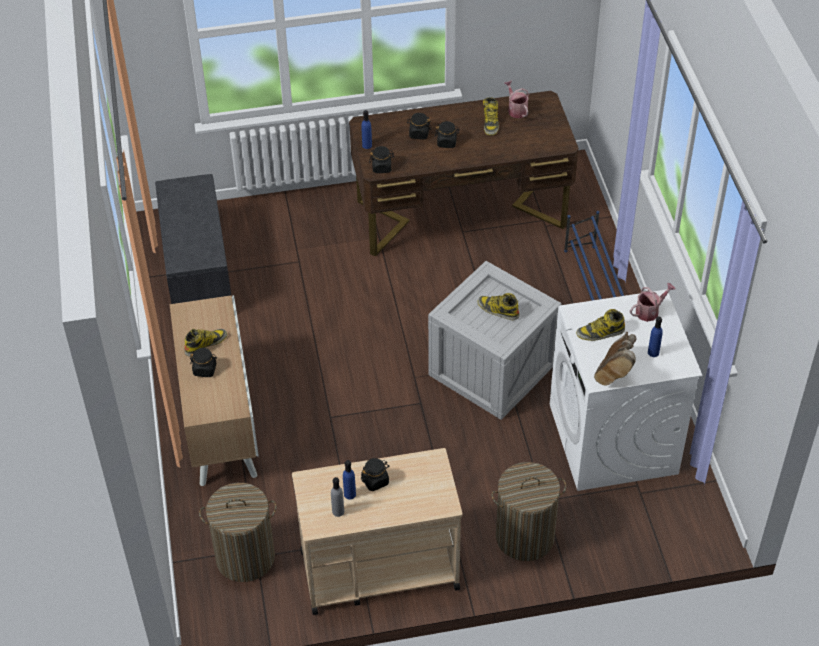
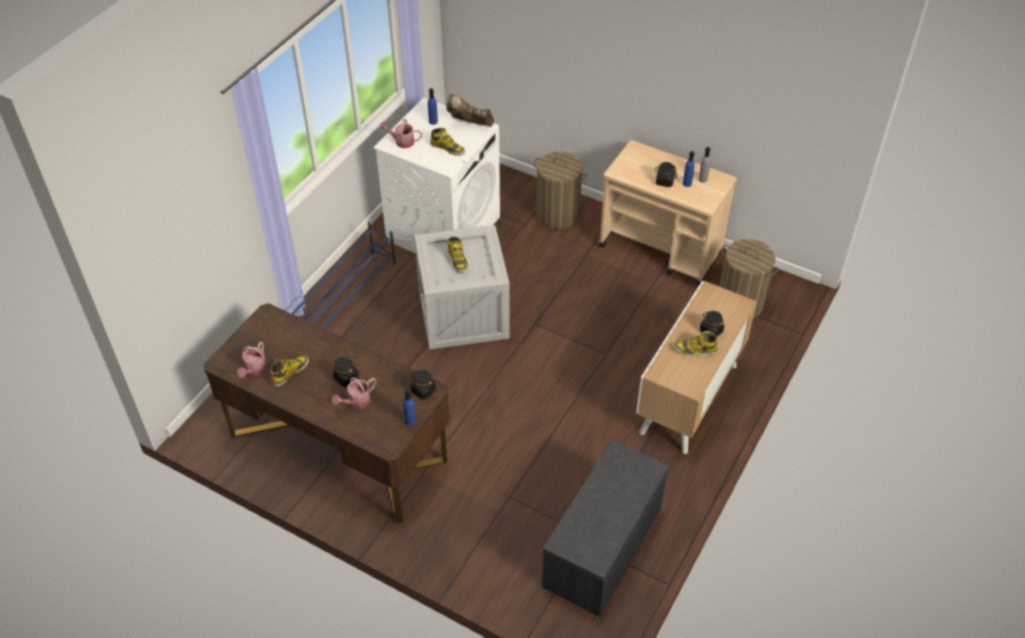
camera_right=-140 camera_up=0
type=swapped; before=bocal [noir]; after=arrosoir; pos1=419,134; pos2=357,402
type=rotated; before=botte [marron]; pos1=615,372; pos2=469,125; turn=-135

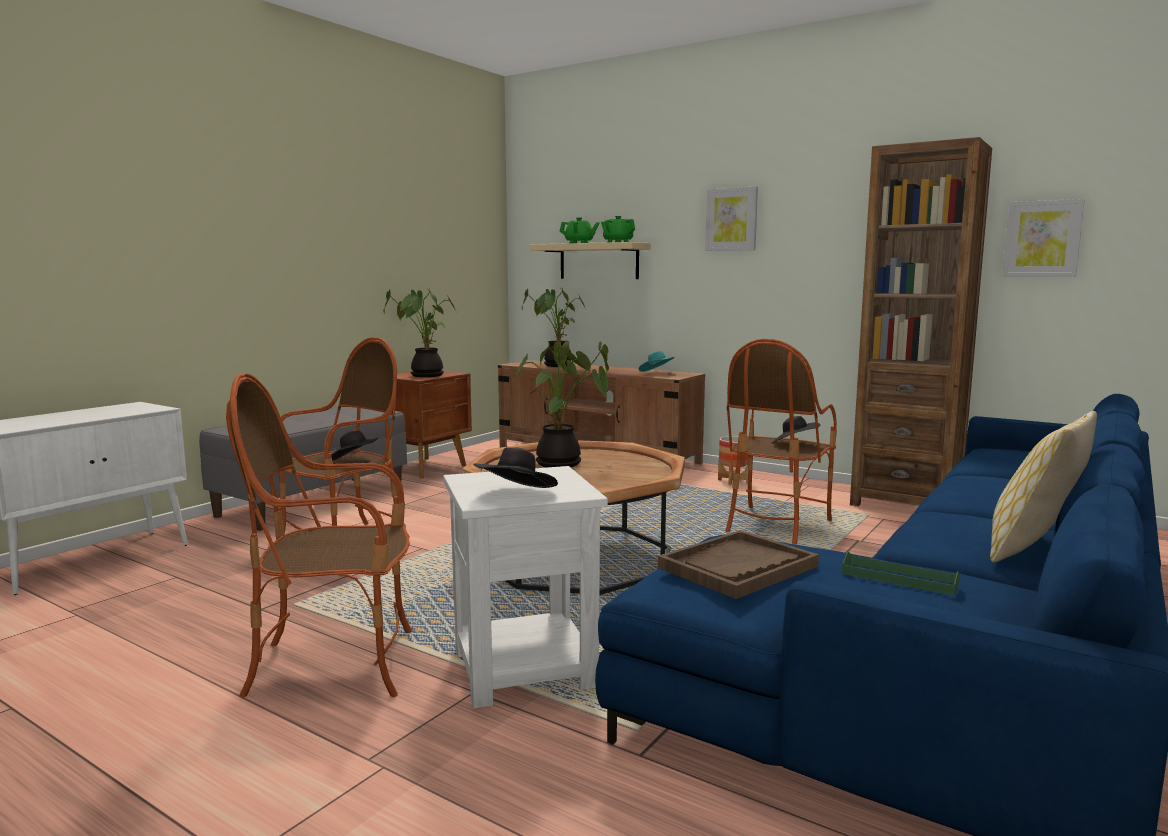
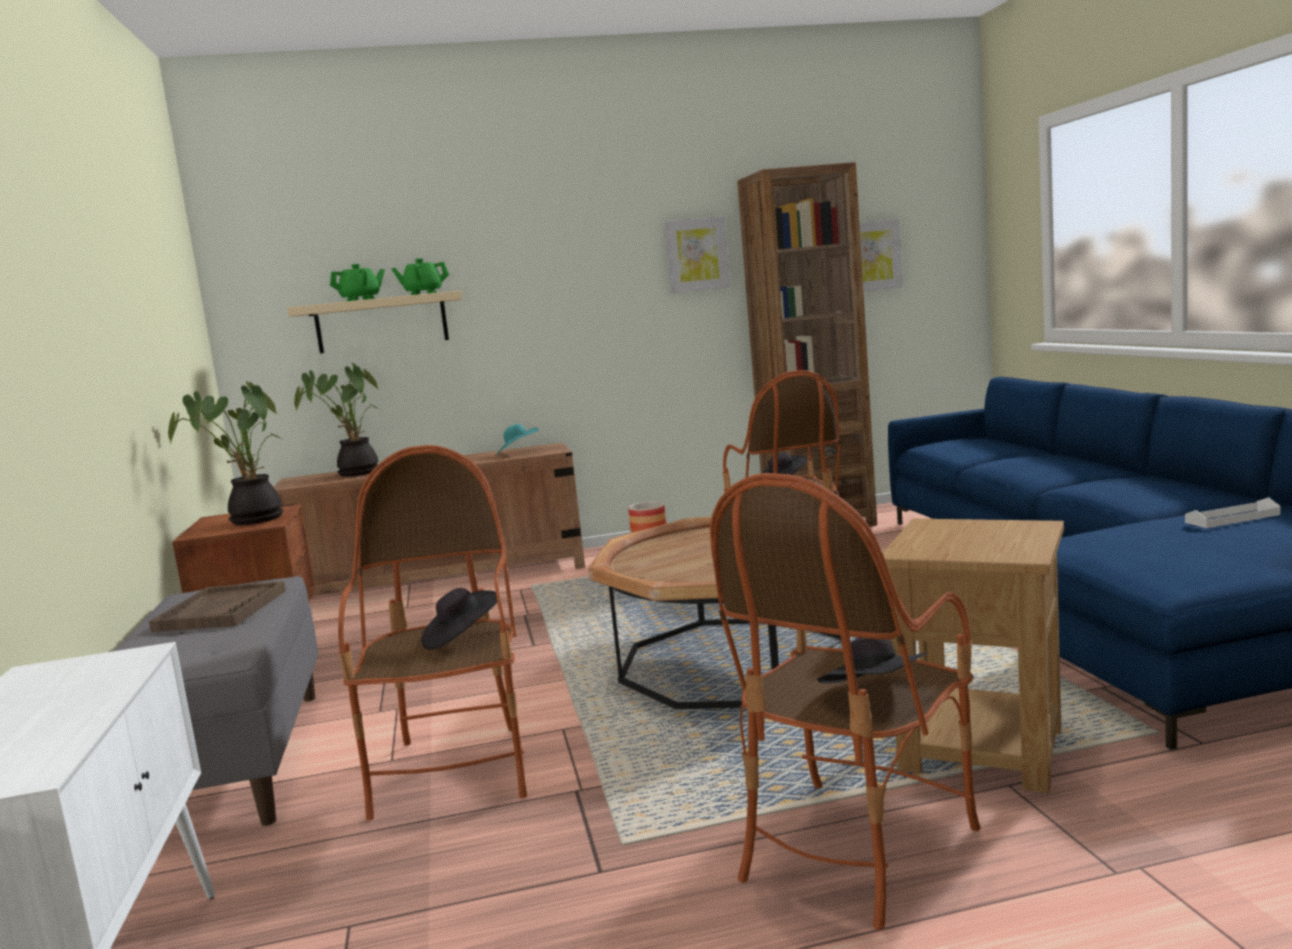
camera_right=-45 camera_up=0
type=shifted; before=plateau [marron]; pos1=738,567; pos2=221,610
type=shifted; before=tableau; pos1=731,219; pos2=697,255
type=shifted; before=chapeau [noir]; pos1=516,496; pos2=875,696
type=repainted; before=table d'appoint [blanc]; after=table d'appoint [marron]; pos1=522,669; pos2=982,751
type=repainted; before=plateau [vert]; after=plateau [blanc]; pos1=899,578; pos2=1232,518
type=gone; before=plante en pot; pos1=562,464
type=gone; before=coussin; pos1=1034,550

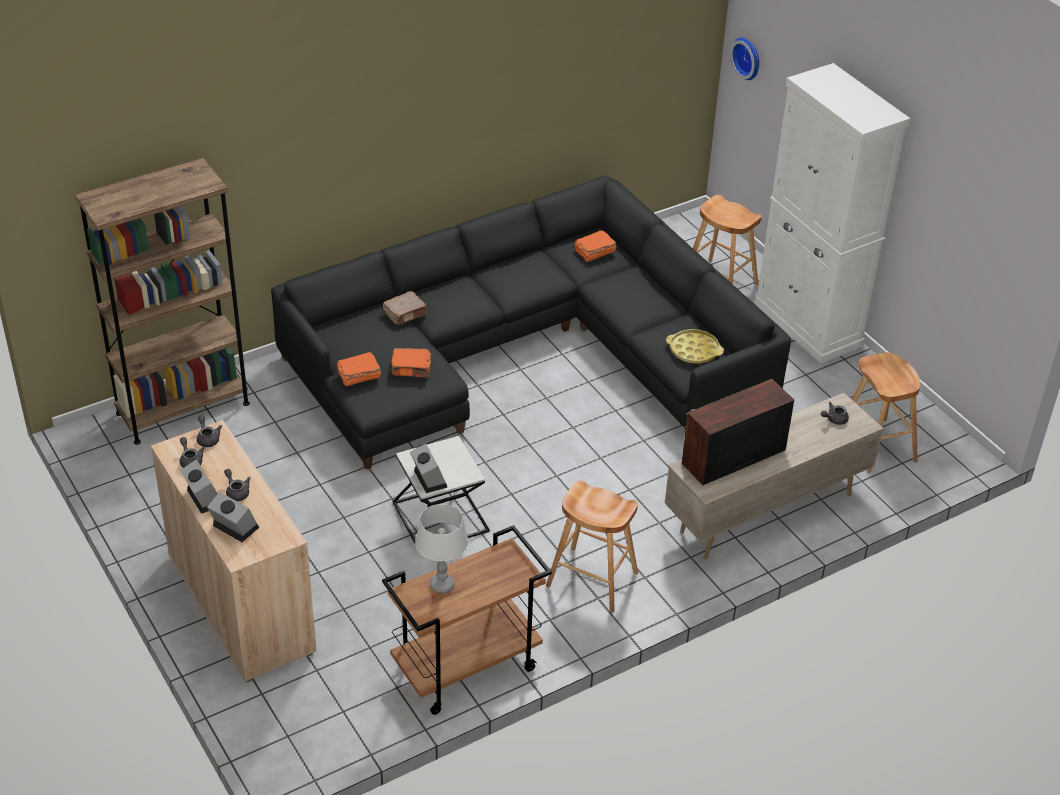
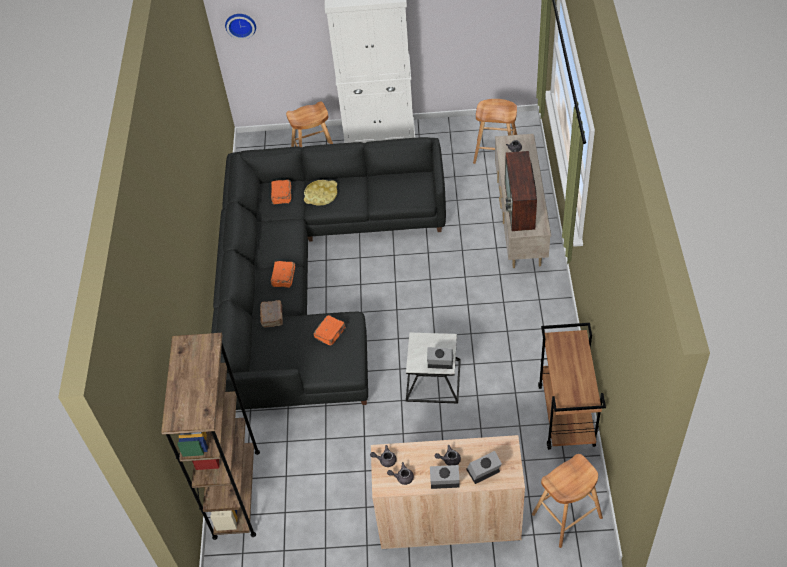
camera_right=-55 camera_up=10
type=shifted; before=livre [orange]; pos1=358,375; pos2=283,278
type=shifted; before=plateau [jaune]; pos1=694,350; pos2=321,195
type=shifted; before=tabouret [marron]; pos1=592,579; pos2=567,515
type=gone; before=lampe de table [gris]; pos1=442,585

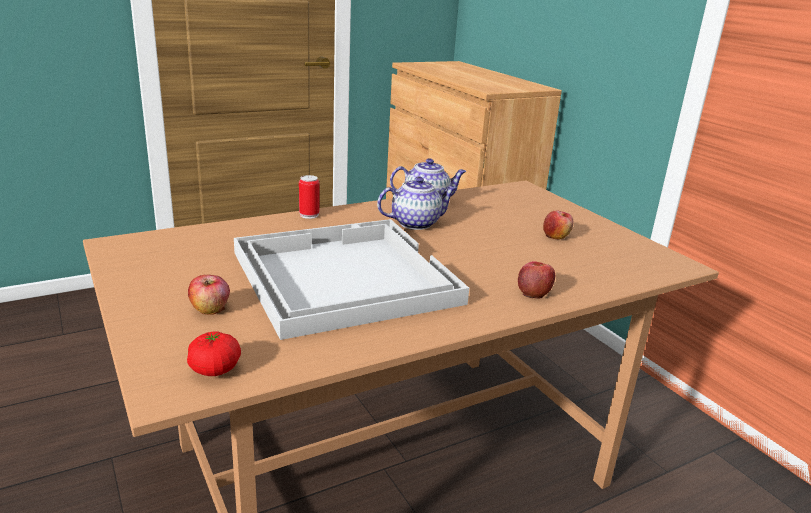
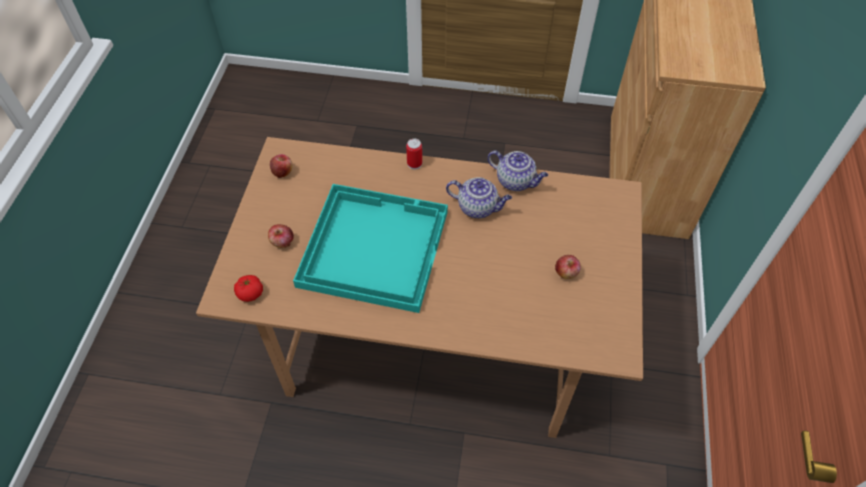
camera_right=40 camera_up=30
type=shifted; before=pomme; pos1=534,292; pos2=282,172
type=repainted; before=plateau [blanc]; after=plateau [turquoise]; pos1=341,277; pos2=373,247

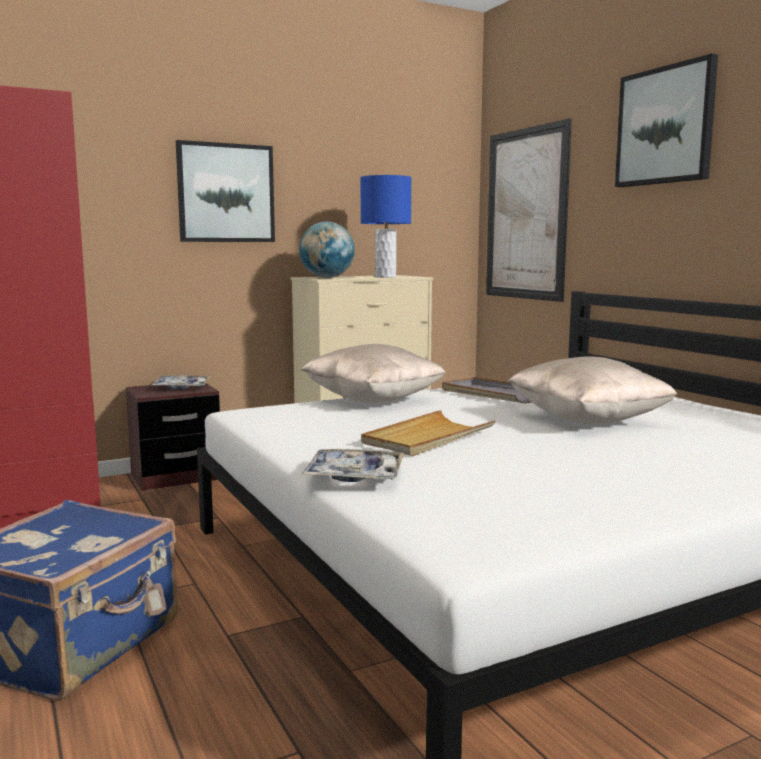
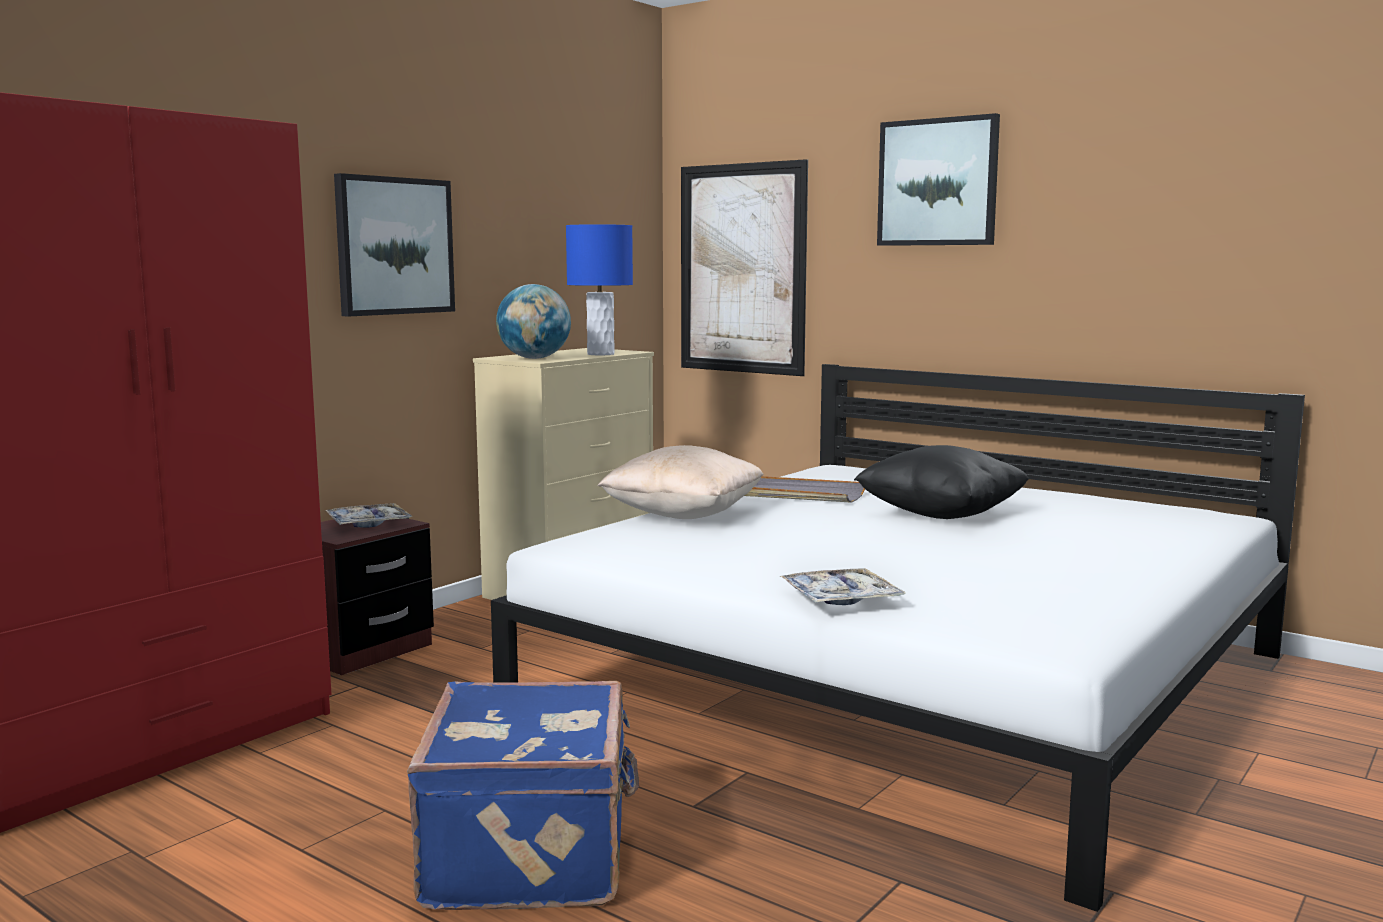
camera_right=-25 camera_up=0
type=repainted; before=coussin [beige]; after=coussin [noir]; pos1=587,420; pos2=941,515
type=gone; before=plateau [beige]; pos1=428,438

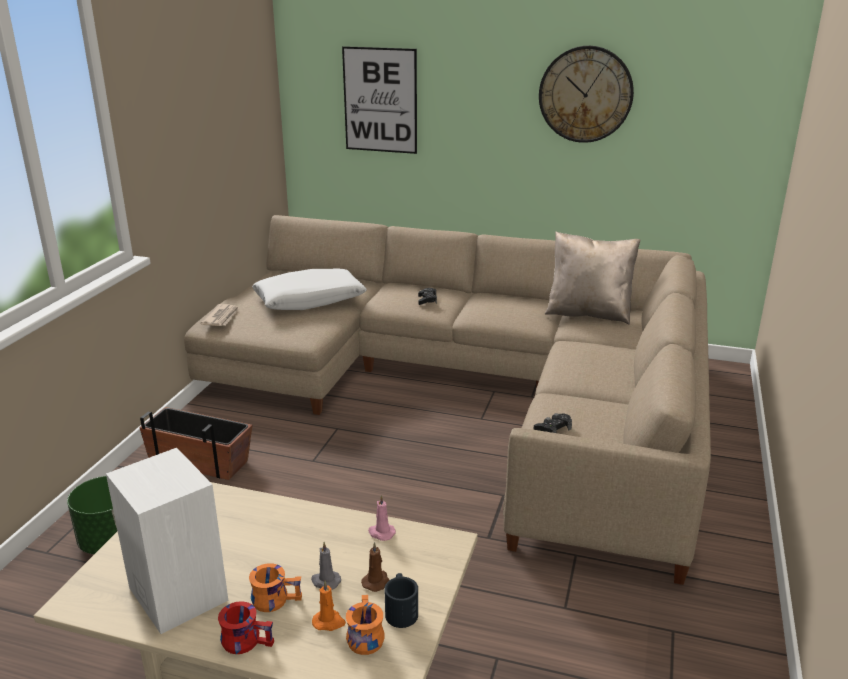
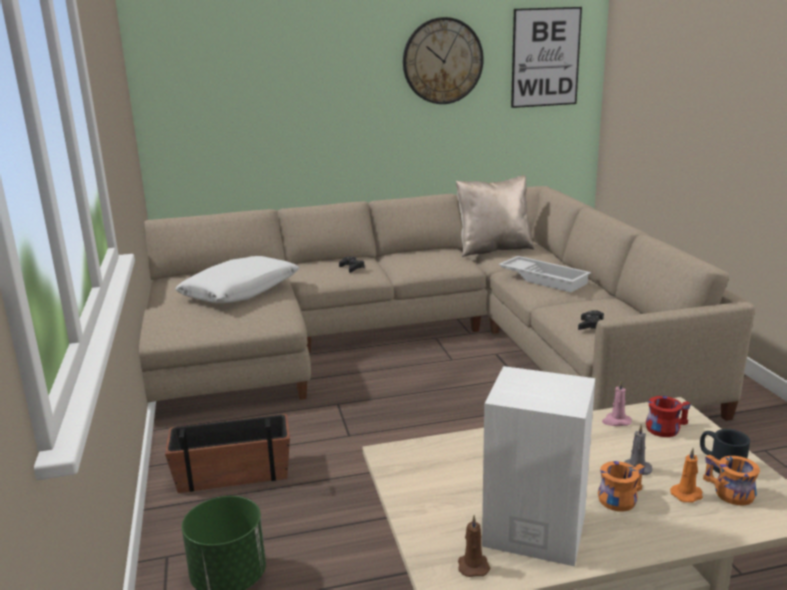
camera_right=-30 camera_up=-5
type=shifted; before=bougie [marron]; pos1=376,581; pos2=473,565
type=new; after=plateau [blanc]; pos2=544,279
type=shifted; before=tableau; pos1=380,100; pos2=545,57
type=shifted; before=mug [rouge]; pos1=247,639; pos2=665,427
type=gone; before=journal; pos1=221,317

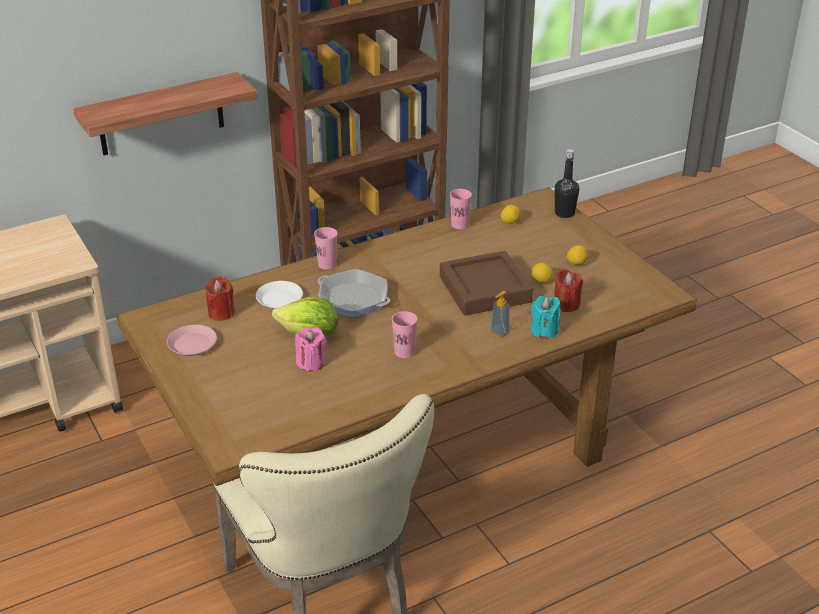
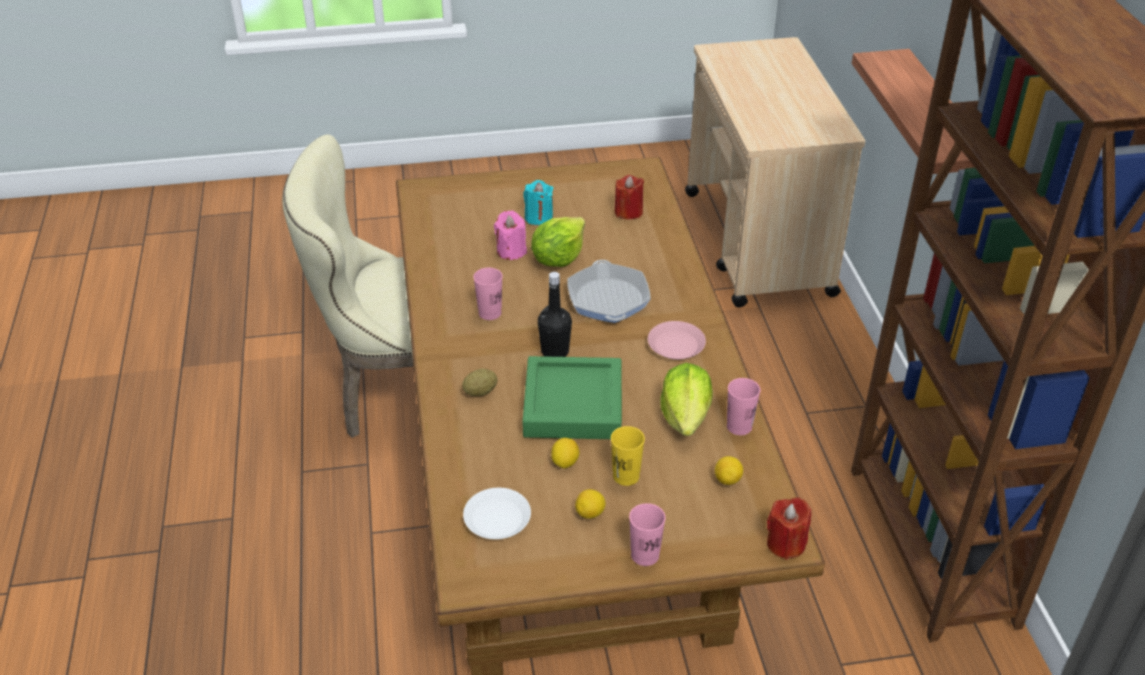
camera_right=110 camera_up=5
type=swapped; before=distributeur de savon; after=pomme de terre; pos1=499,332; pos2=480,392
type=shifted; before=assiette [blanc]; pos1=279,299; pos2=497,518
type=repainted; before=plateau [marron]; after=plateau [vert]; pos1=485,289; pos2=573,405
type=shifted; before=bougie [turquoise]; pos1=544,331; pos2=538,217
type=shifted; before=bouteille [noir]; pos1=564,213; pos2=555,352
type=rotated; before=poêle; pos1=353,299; pos2=608,299; turn=-60
type=new; after=tasse [jaune]; pos2=626,476
type=shifted; before=tasse [rose]; pos1=327,264; pos2=645,555
type=shifted; before=assiette [rose]; pos1=192,344; pos2=676,345
type=new; after=laitue; pos2=685,417
type=shifted; before=bougie [rouge]; pos1=566,304; pos2=786,543

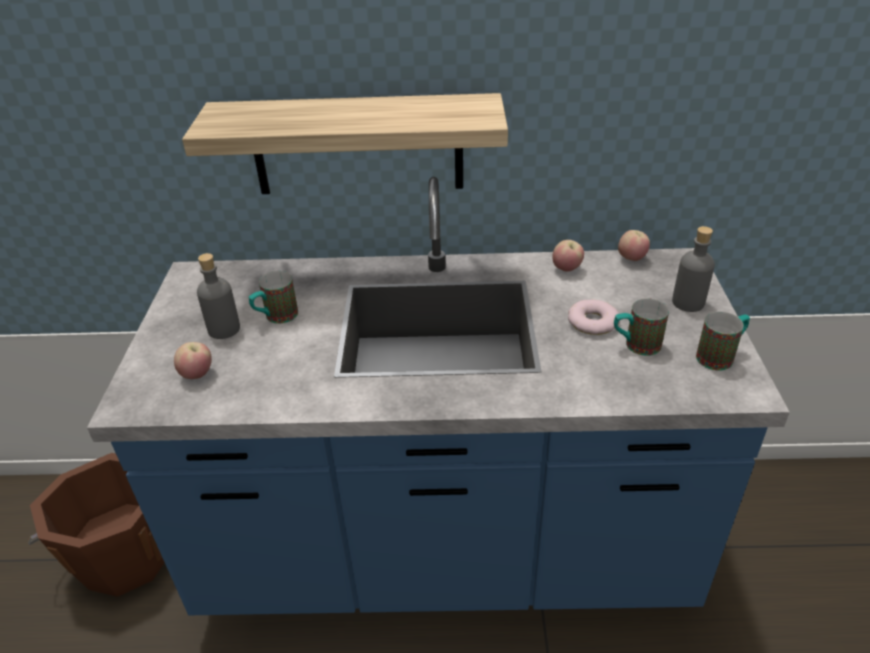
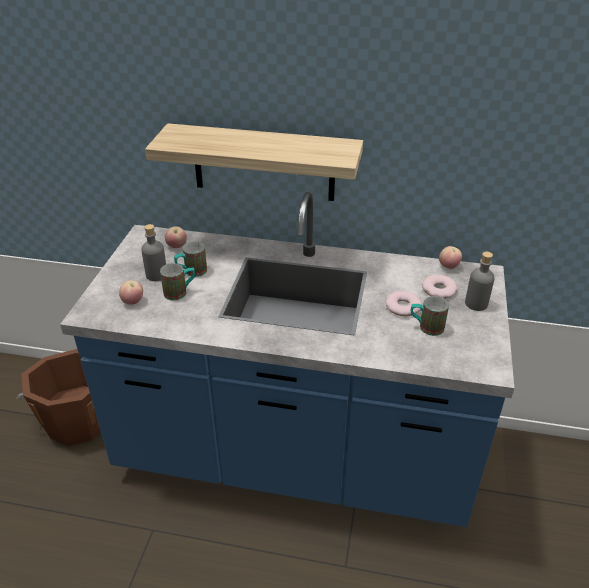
camera_right=10 camera_up=0
type=shifted; before=mug; pos1=720,356; pos2=180,292
type=shifted; before=pomme; pos1=566,269; pos2=176,246
type=new; after=beignet; pos2=439,290

